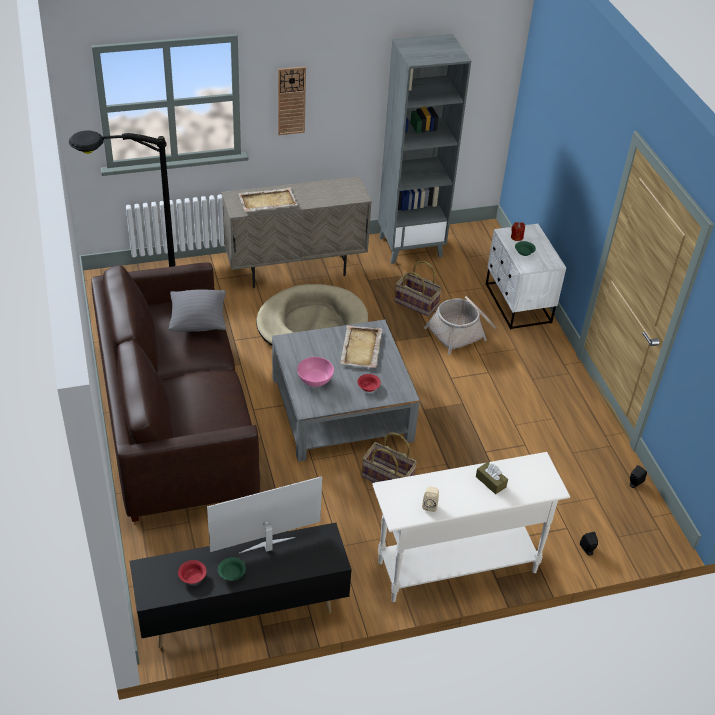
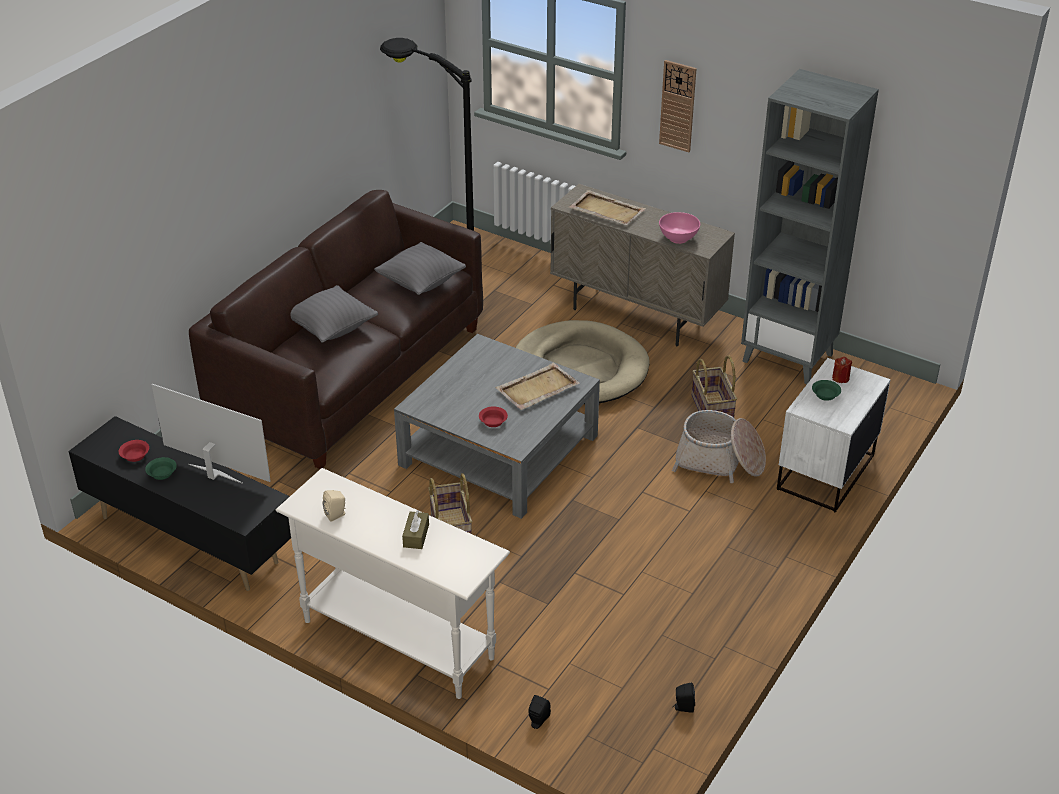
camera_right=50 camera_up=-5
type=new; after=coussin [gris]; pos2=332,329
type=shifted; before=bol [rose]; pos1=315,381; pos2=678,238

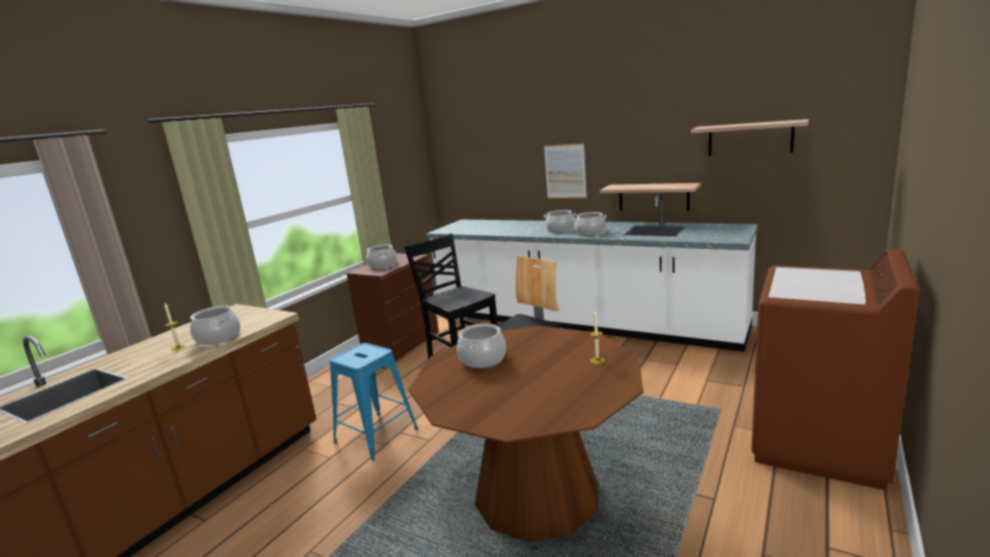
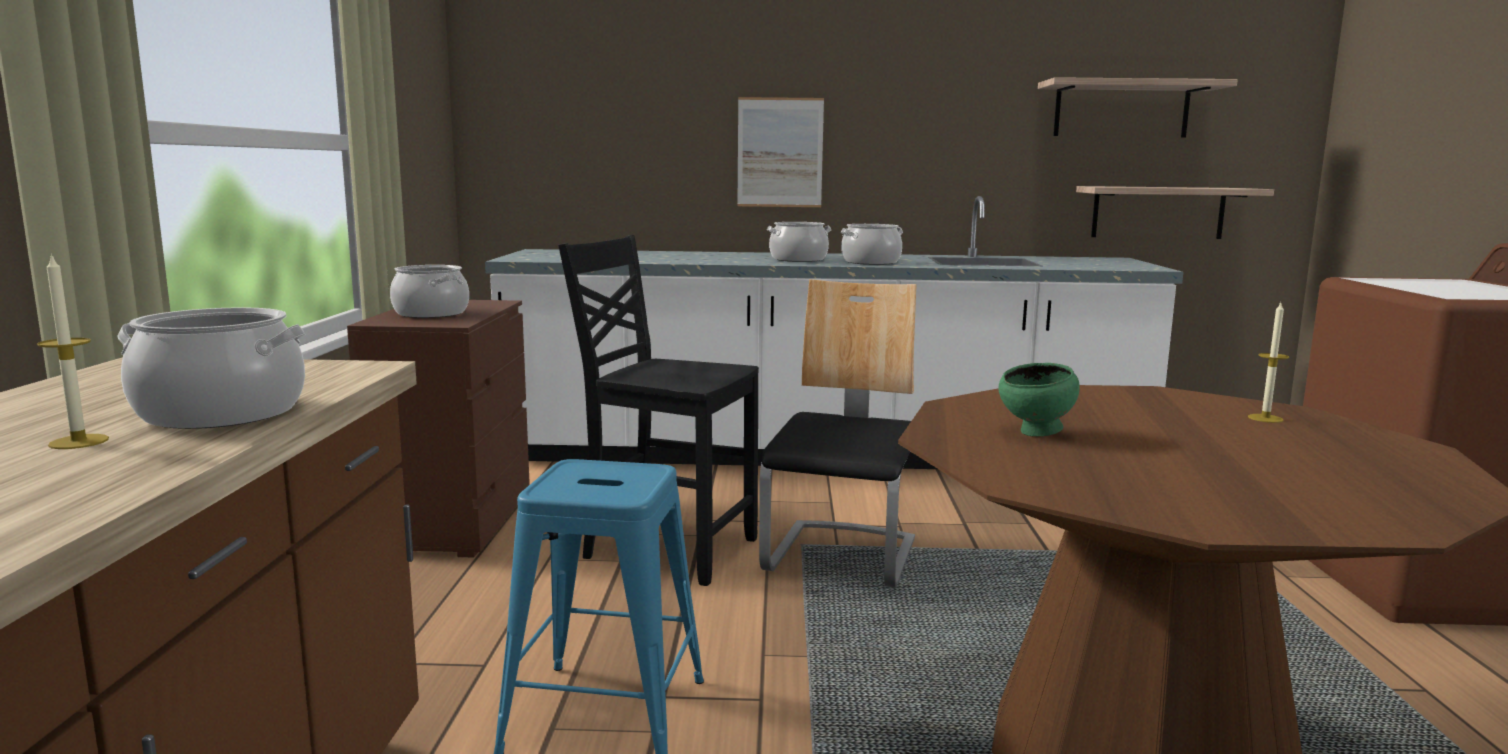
camera_right=-30 camera_up=-5
type=swapped; before=marmite; after=bol [vert]; pos1=483,359; pos2=1036,434
type=shifted; before=étagère; pos1=653,197; pos2=1158,212

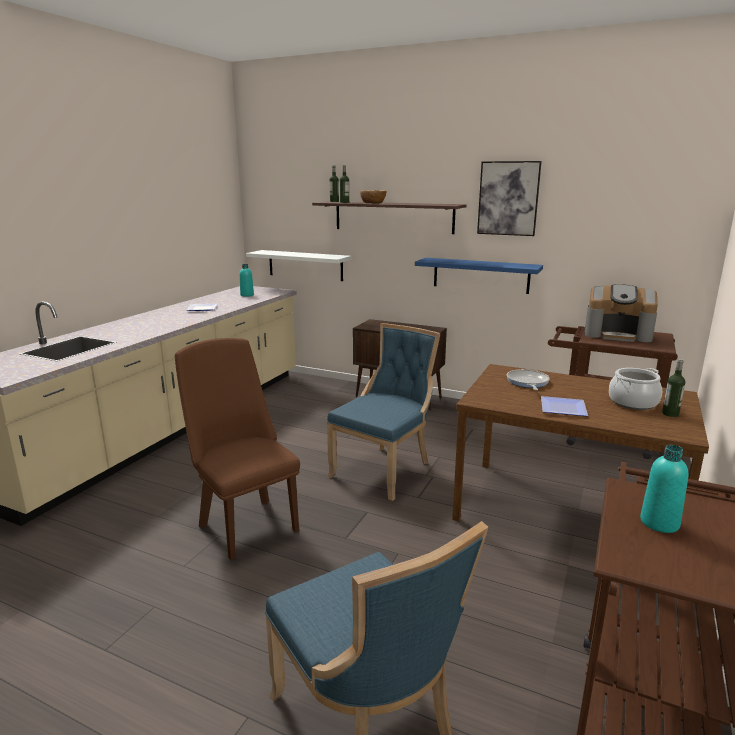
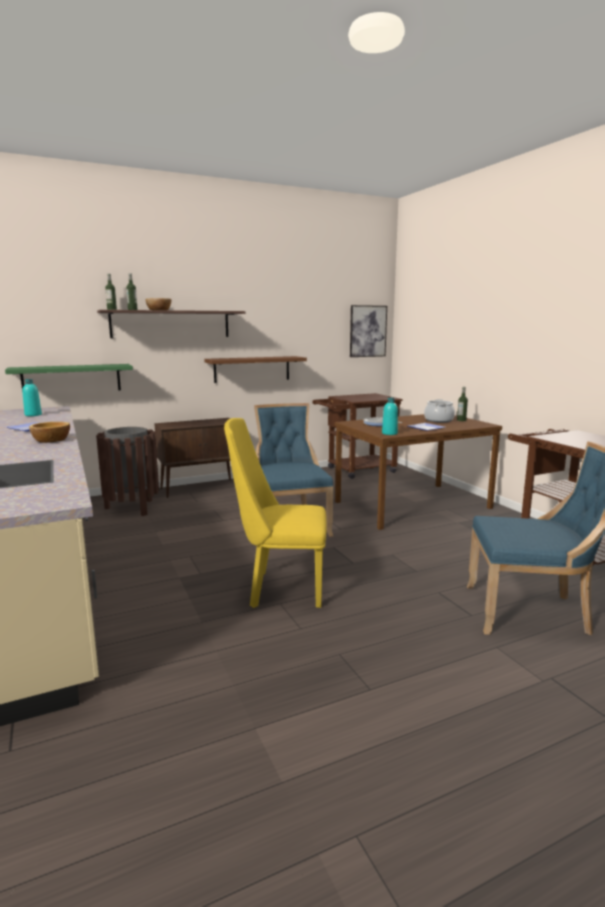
camera_right=-50 camera_up=-5
type=repainted; before=étagère [blanc]; after=étagère [vert]; pos1=305,265; pos2=72,379
type=new; after=bol; pos2=50,440
type=new; after=poubelle [marron]; pos2=132,508
type=repainted; before=étagère [bleu]; after=étagère [marron]; pos1=480,275; pos2=252,369
type=repainted; before=chaise [marron]; after=chaise [jaune]; pos1=245,523; pos2=279,589
type=shifted; before=tableau; pos1=508,198; pos2=367,331
type=shifted; before=bouteille [turquoise]; pos1=659,523; pos2=389,433
type=gone; before=machine à café; pos1=618,334

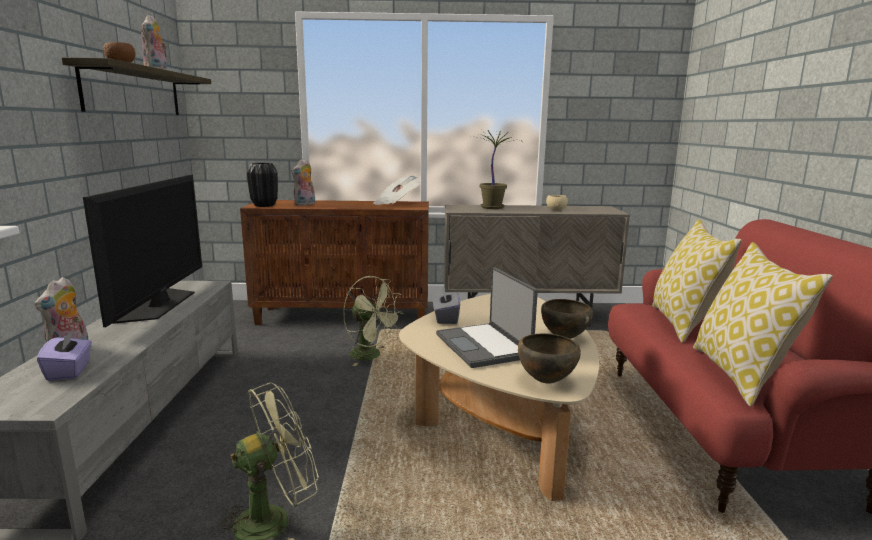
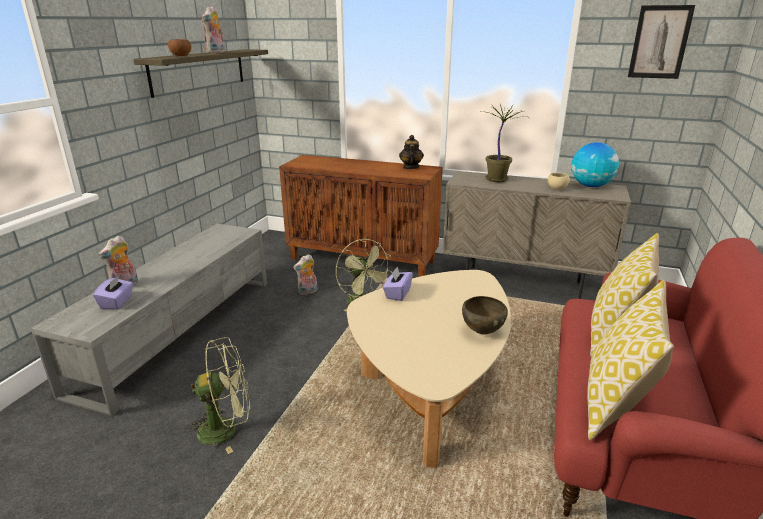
camera_right=20 camera_up=10
type=shifted; before=peluche; pos1=305,204; pos2=307,292
type=repainted; before=boîte à mouchoirs [gris]; after=boîte à mouchoirs [violet]; pos1=446,318; pos2=397,293
type=swapped; before=journal; after=théière; pos1=396,203; pos2=410,167
type=new; after=globe; pos2=590,186
type=new; after=tableau; pos2=659,42
type=gone; before=téléviseur; pos1=160,305
type=gone; before=vase [noir]; pos1=264,205
type=gone; before=ordinateur portable; pos1=484,346
type=gone; before=bol [marron]; pos1=545,381

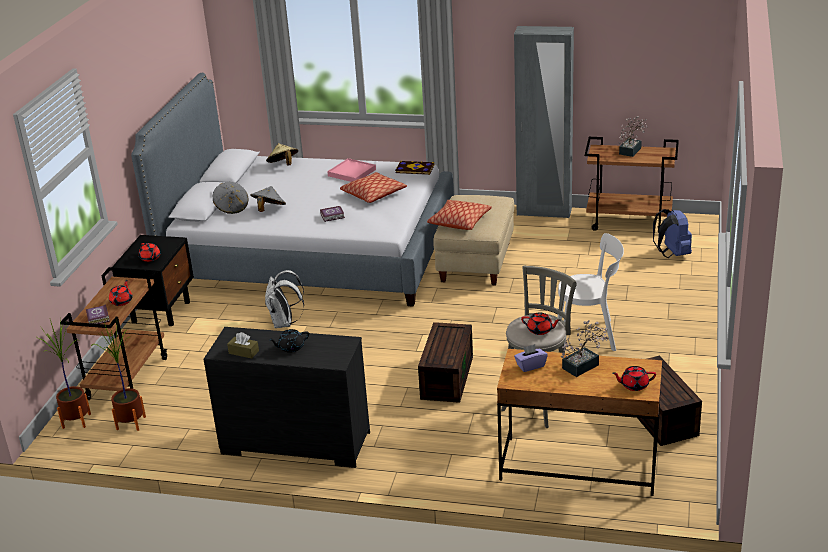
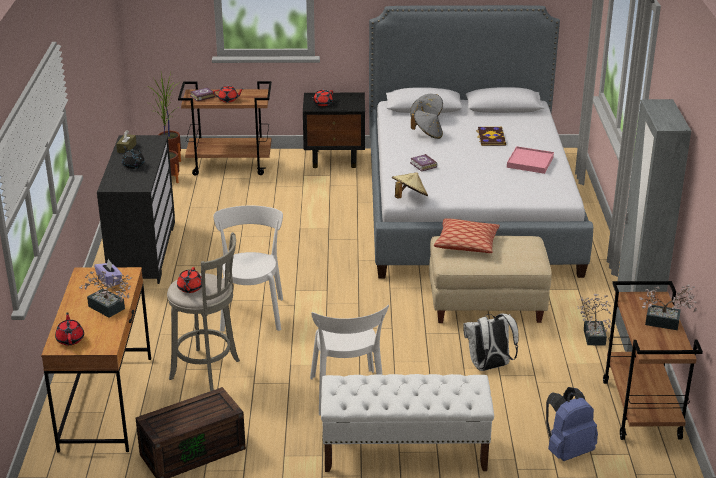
camera_right=75 camera_up=0
type=swapped; before=boîte de rangement [marron]; after=chaise [blanc]; pos1=446,377; pos2=252,312
type=new; after=banc [blanc]; pos2=404,452
type=shifted; before=chapeau [beige]; pos1=283,165; pos2=409,197
type=shifted; before=sac à dos [blanc]; pos1=284,323; pos2=489,367
type=shifted; before=livre; pos1=414,169; pos2=490,137
type=new; after=plante en pot; pos2=594,335
type=gone; before=coussin; pos1=373,194

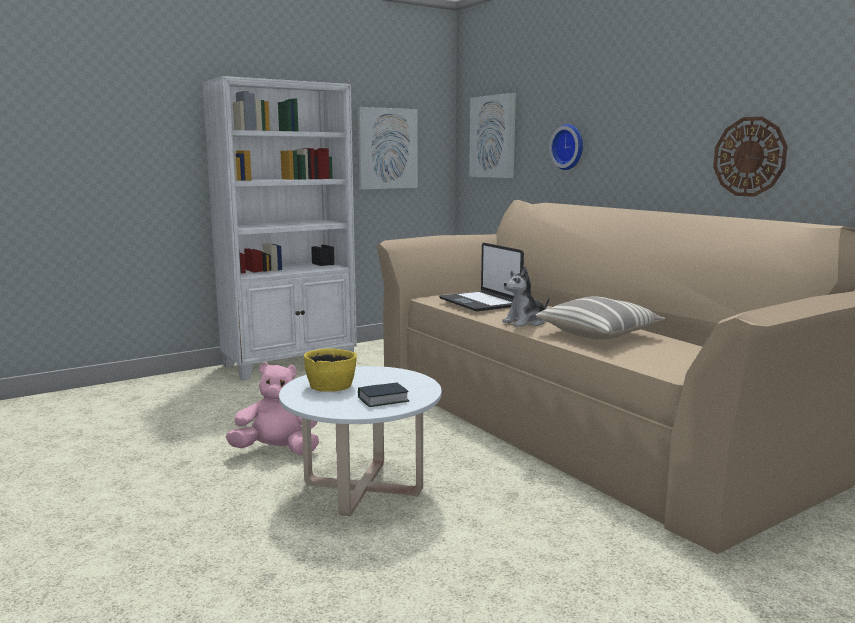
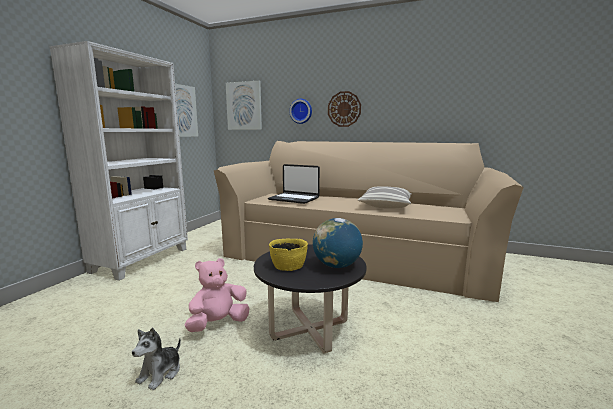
camera_right=-35 camera_up=0
type=shifted; before=peluche; pos1=525,322; pos2=160,373
type=repainted; before=table basse [blanc]; after=table basse [noir]; pos1=363,488; pos2=309,329
type=swapped; before=livre; after=globe; pos1=383,399; pos2=337,266
type=shifted; before=horloge murale; pos1=749,157; pos2=344,109

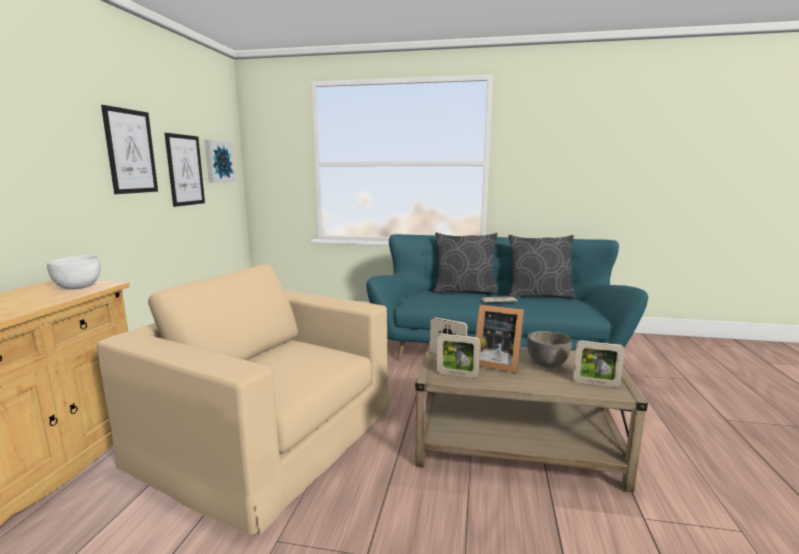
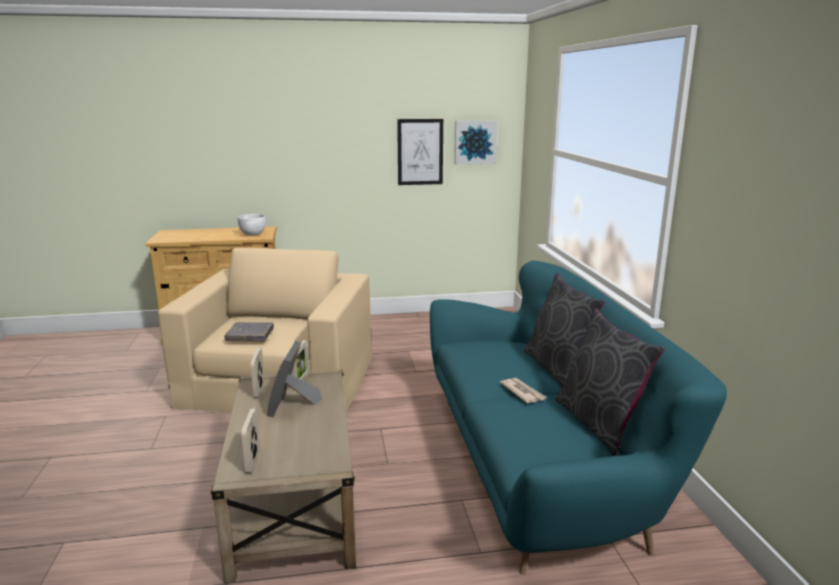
camera_right=70 camera_up=5
type=new; after=livre [gris]; pos2=250,335
type=gone; before=tableau; pos1=131,151
type=gone; before=bol [gris]; pos1=547,364

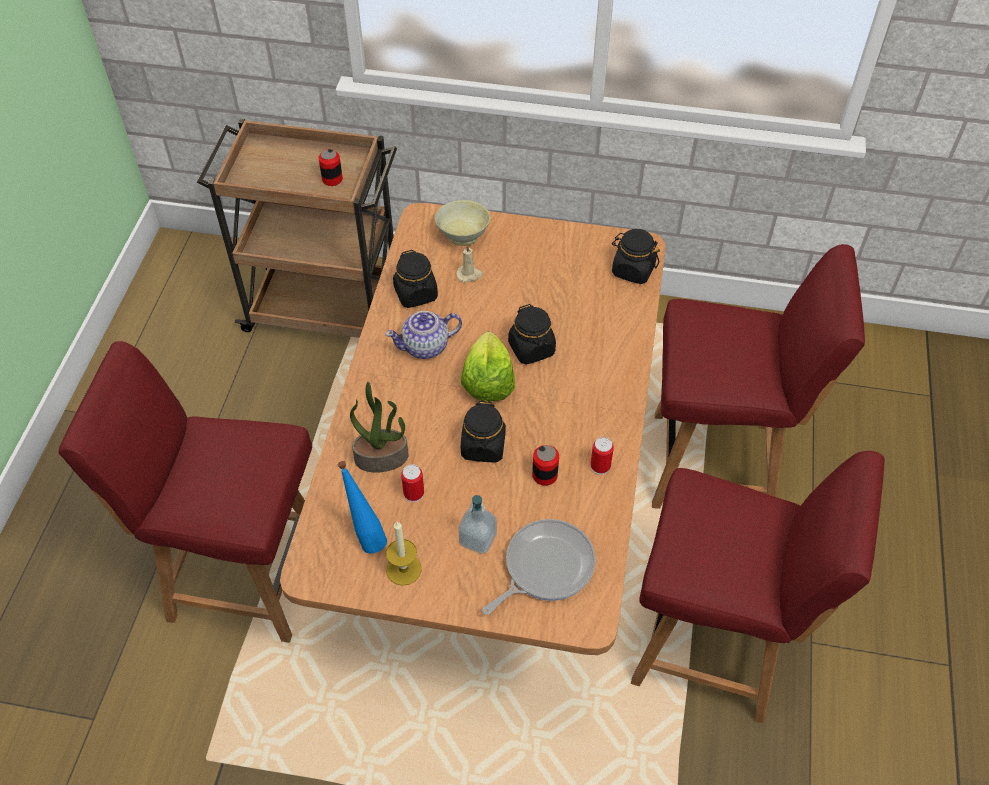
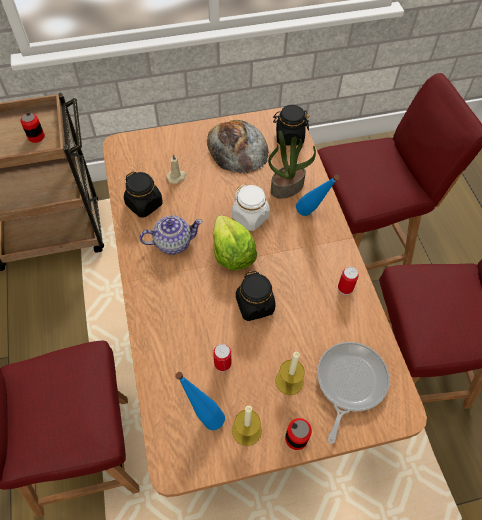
camera_right=-25 camera_up=5
type=rotated; before=théière; pos1=426,346; pos2=172,242; turn=-150
type=new; after=pain; pos2=237,147
type=repainted; before=bocal [noir]; after=bocal [blanc]; pos1=531,349; pos2=250,217
type=shifted; before=plante en pot; pos1=382,457; pos2=287,186
type=swapped; before=distributeur de savon; after=bougie; pos1=478,539; pos2=289,381
type=shifted; before=boîte métallique; pos1=544,475; pos2=296,438
type=new; after=bouteille [bleu]; pos2=312,215
type=gone; before=bol [beige]; pos1=463,235

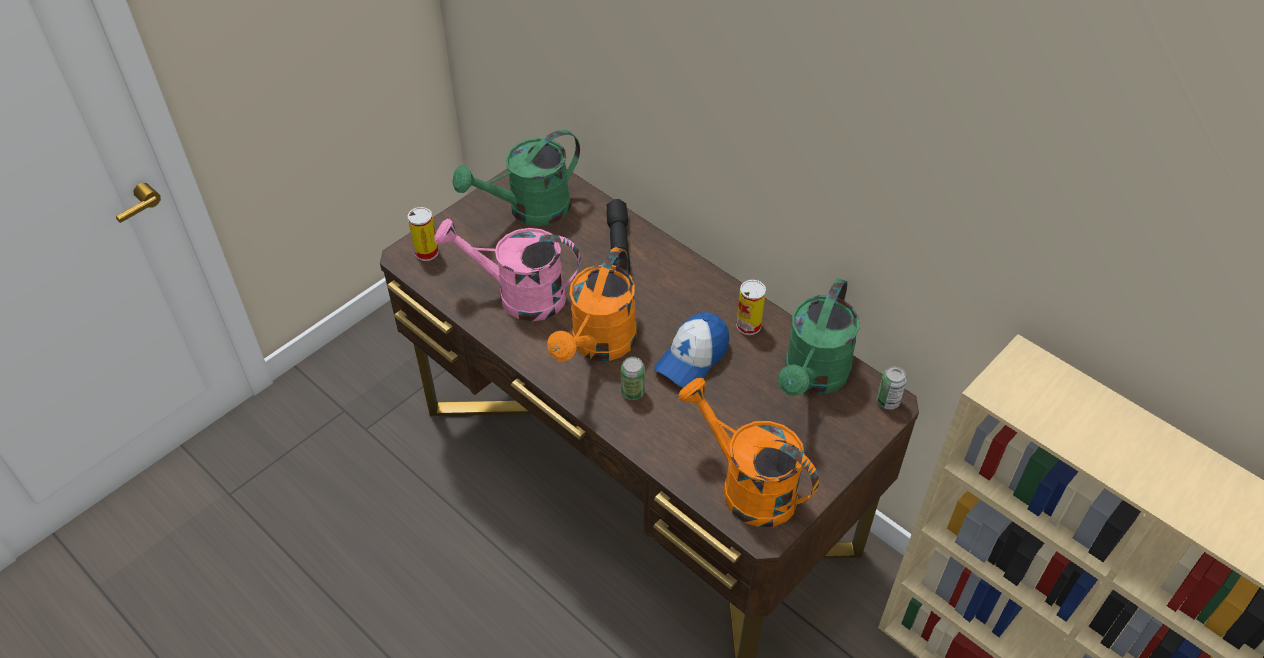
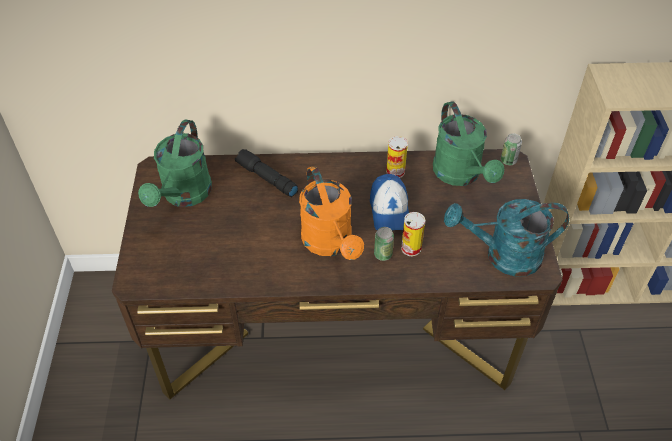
camera_right=-45 camera_up=0
type=shifted; before=boîte métallique; pos1=426,252; pos2=411,248
type=repainted; before=arrosoir [orange]; after=arrosoir [turquoise]; pos1=747,486; pos2=503,256
type=gone; before=arrosoir [rose]; pos1=519,296

